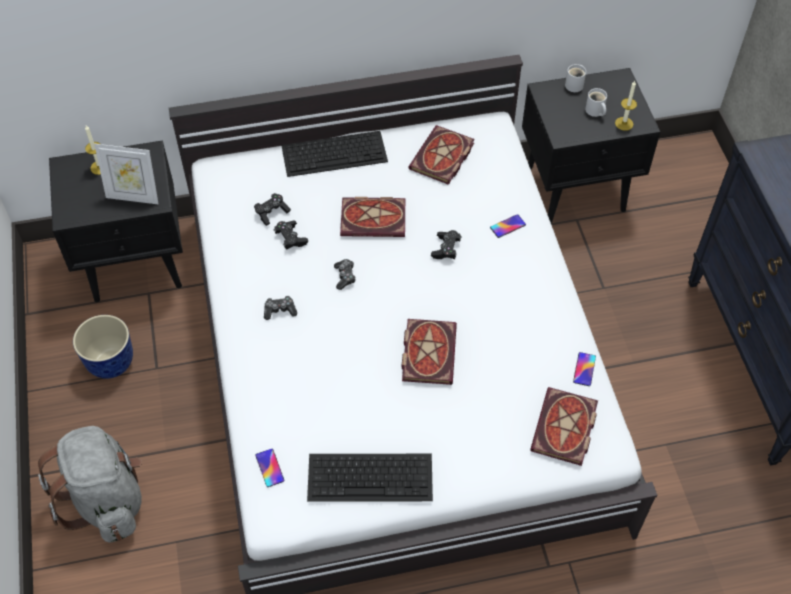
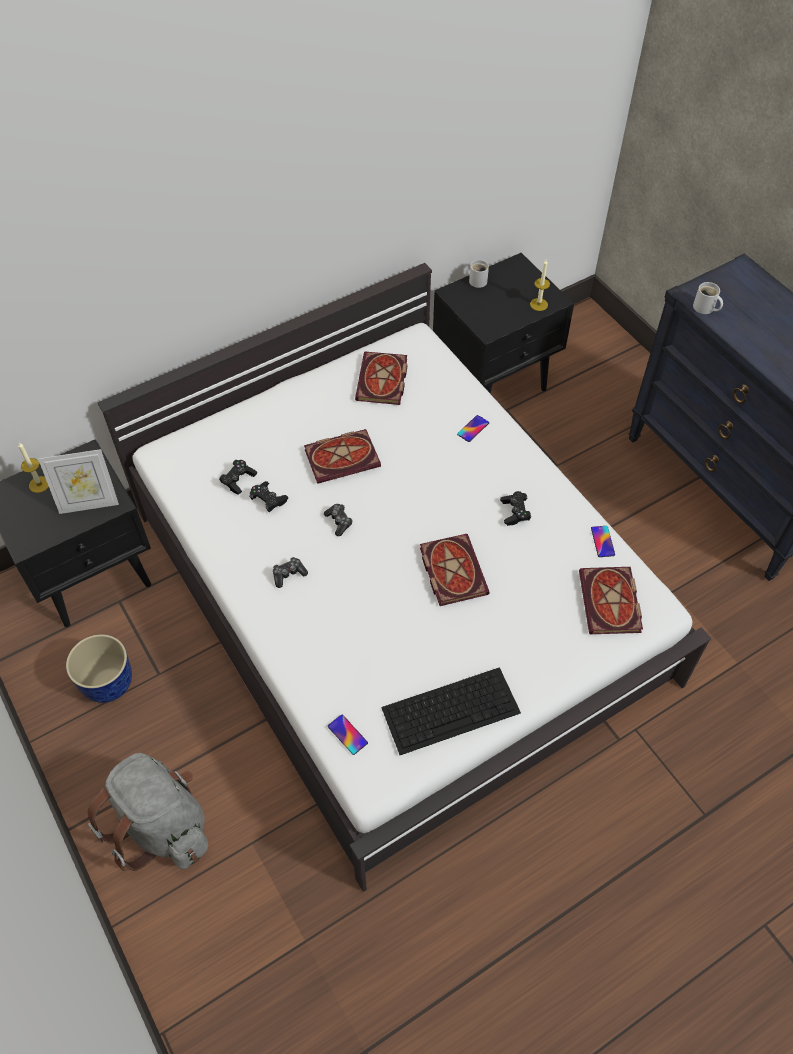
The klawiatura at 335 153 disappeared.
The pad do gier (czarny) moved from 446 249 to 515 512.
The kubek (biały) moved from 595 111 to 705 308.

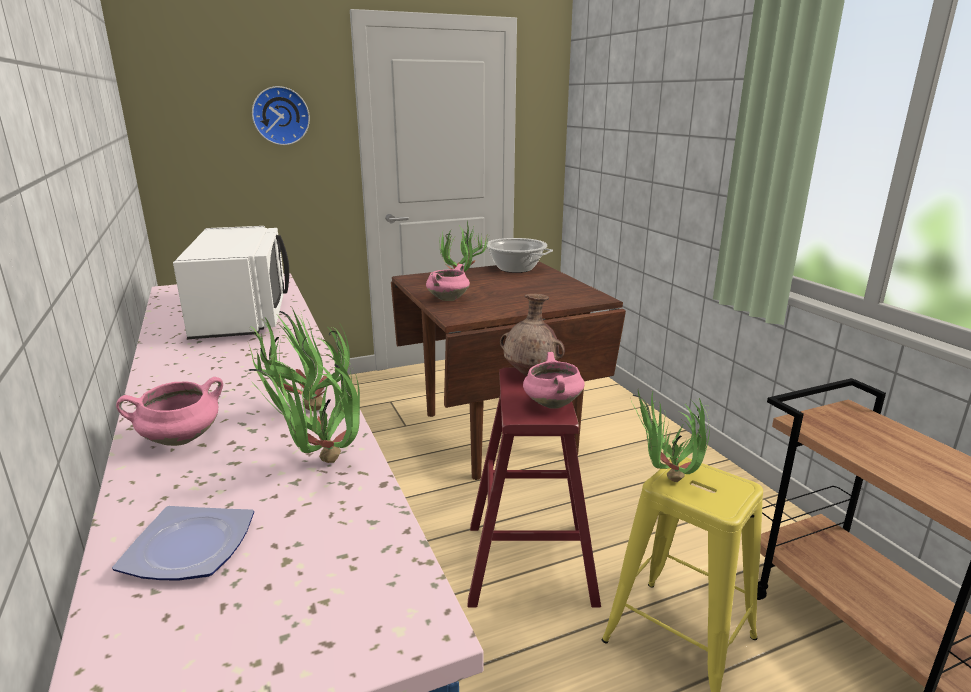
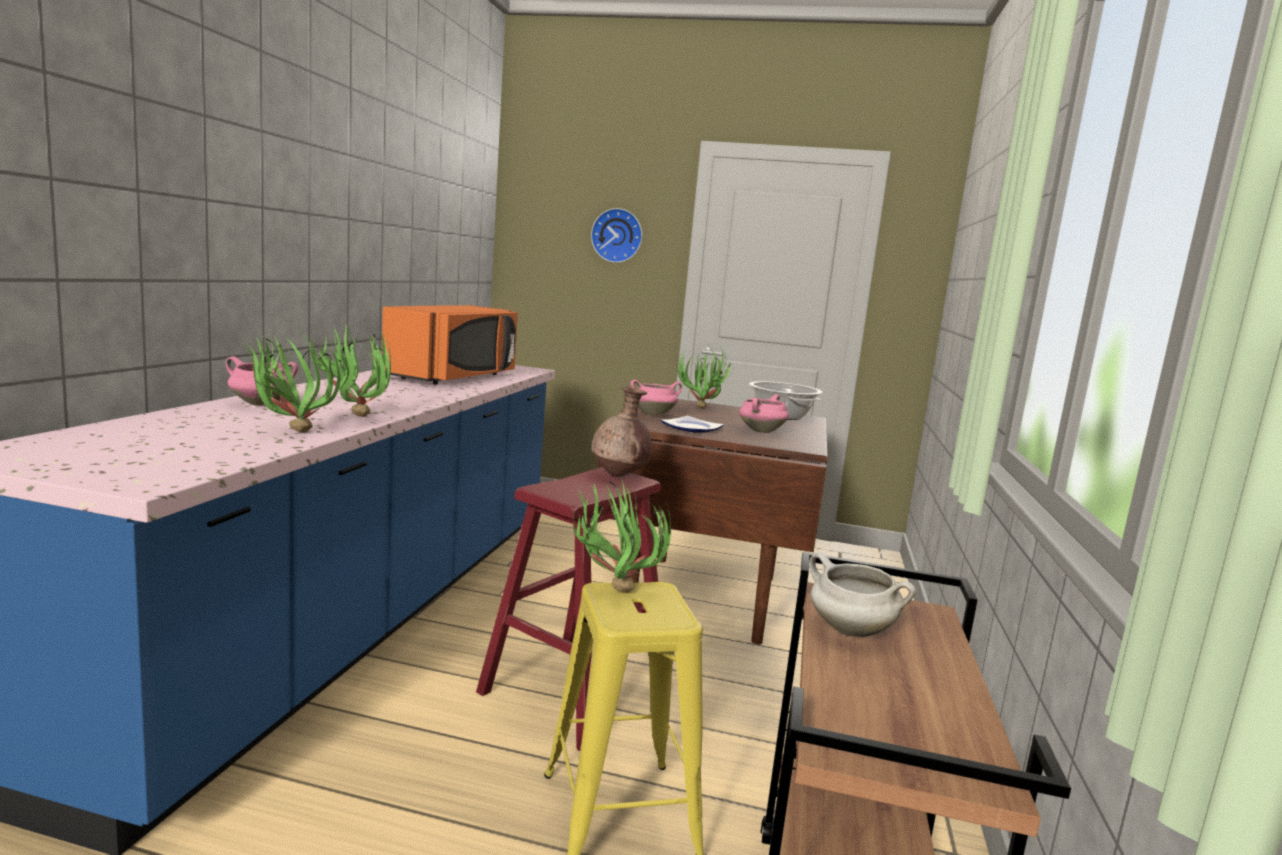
The garnek (biały) at 849 631 appeared.
The talerz moved from 189 546 to 691 428.
The garnek (różowy) moved from 551 404 to 761 431.
The mikrofalówka (biały) at 243 315 became the mikrofalówka (pomarańczowy) at 455 377.

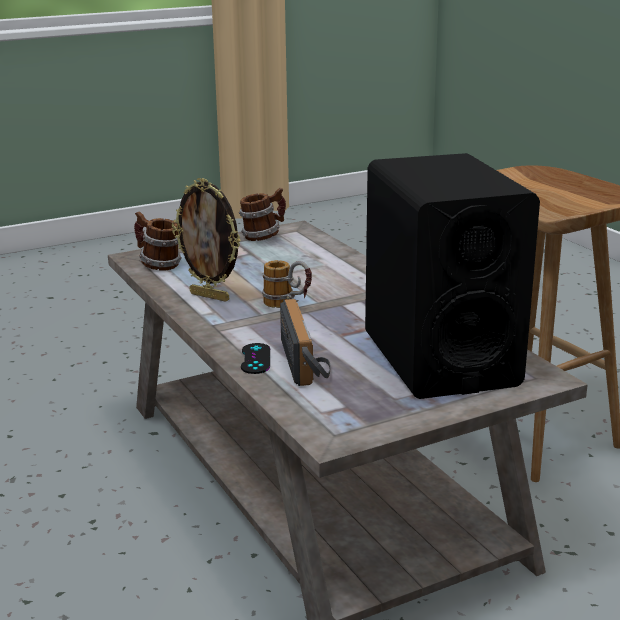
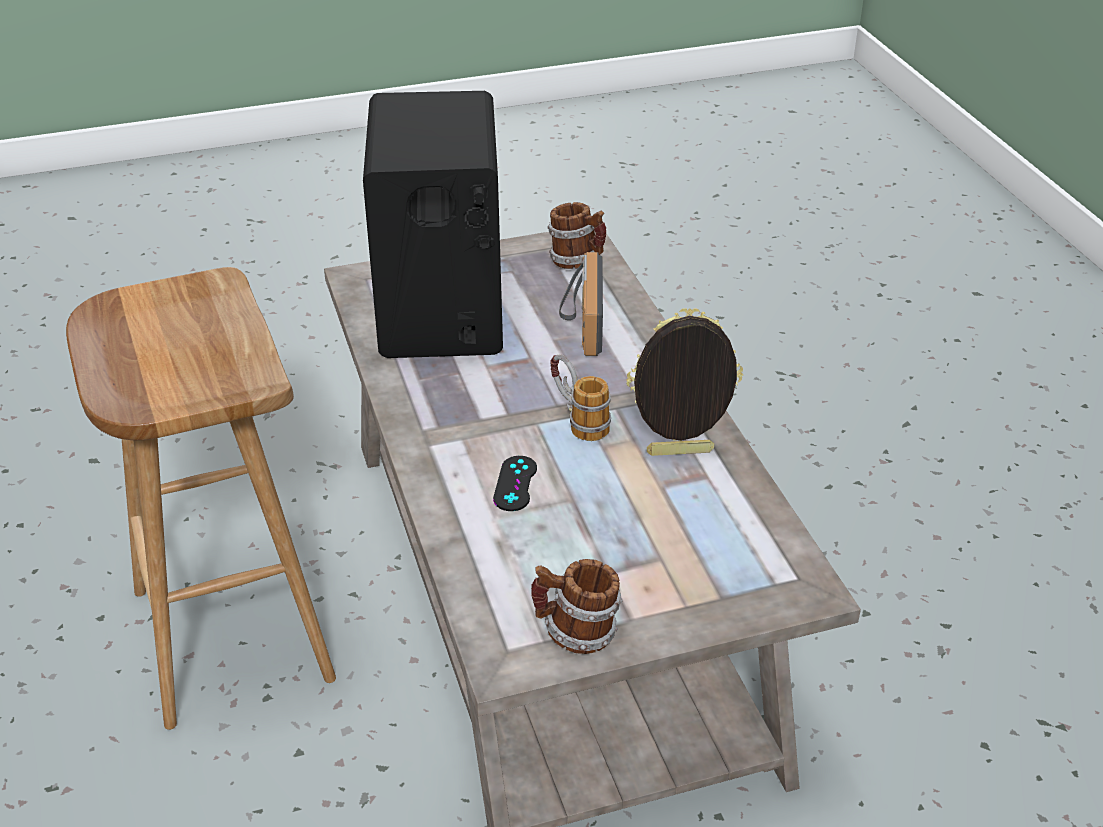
The kubek moved from 158 265 to 578 262.
The pad do gier (czarny) moved from 255 359 to 515 484.
The ramka na zdjęcie at 210 296 turned 45 degrees counterclockwise.

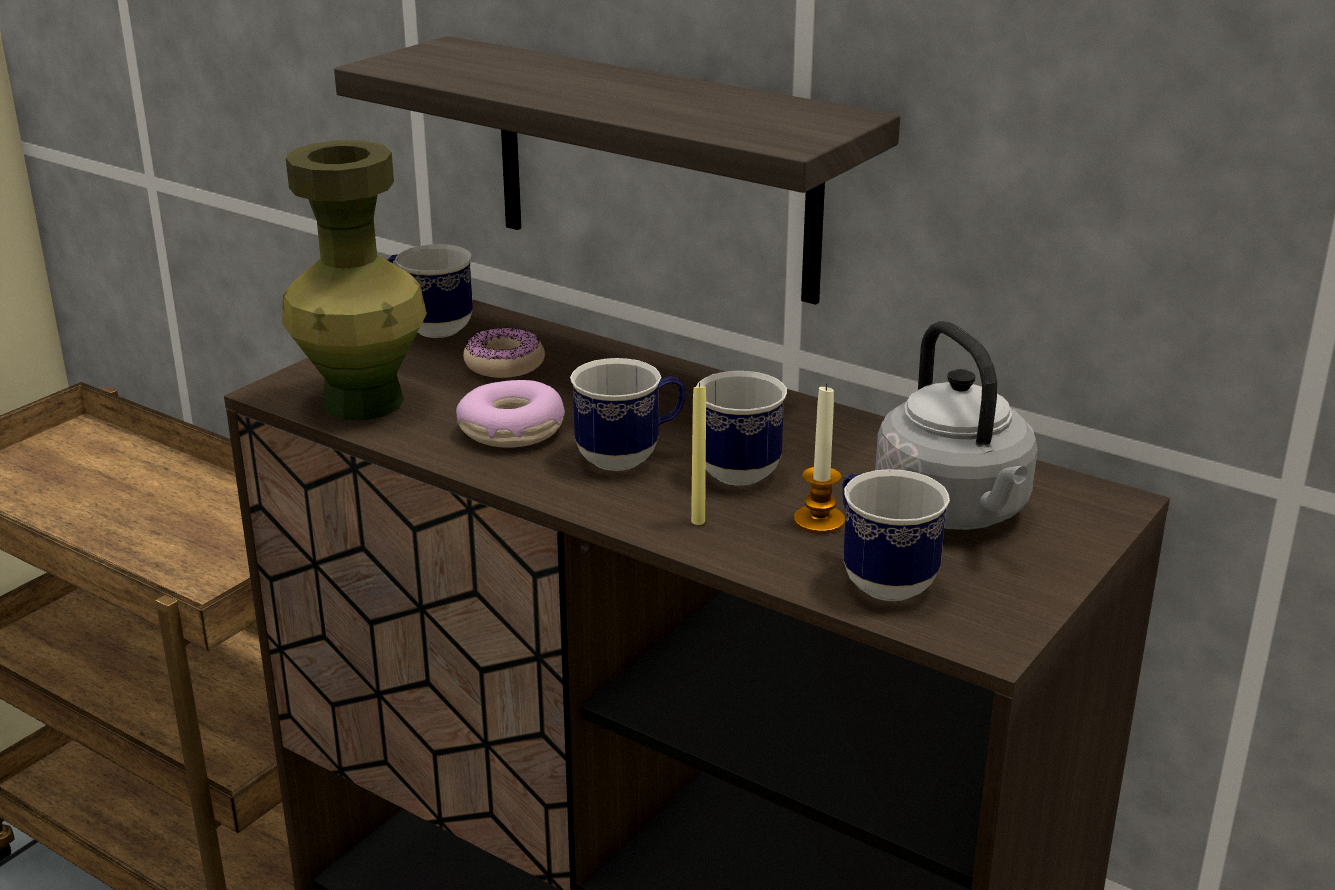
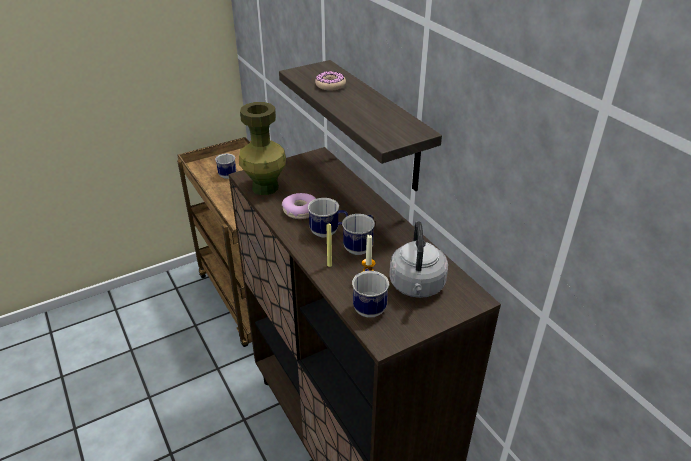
The kubek moved from 429 327 to 226 174.
The donut moved from 504 364 to 330 85.

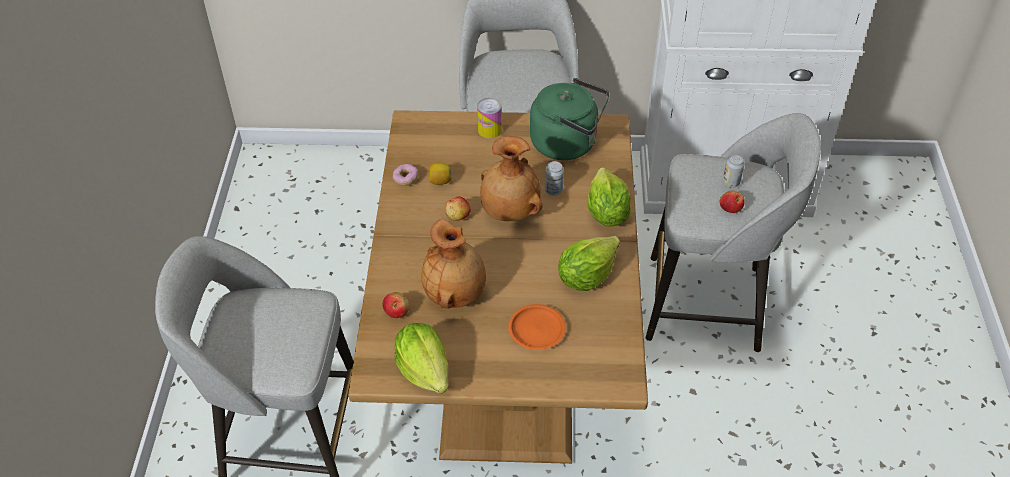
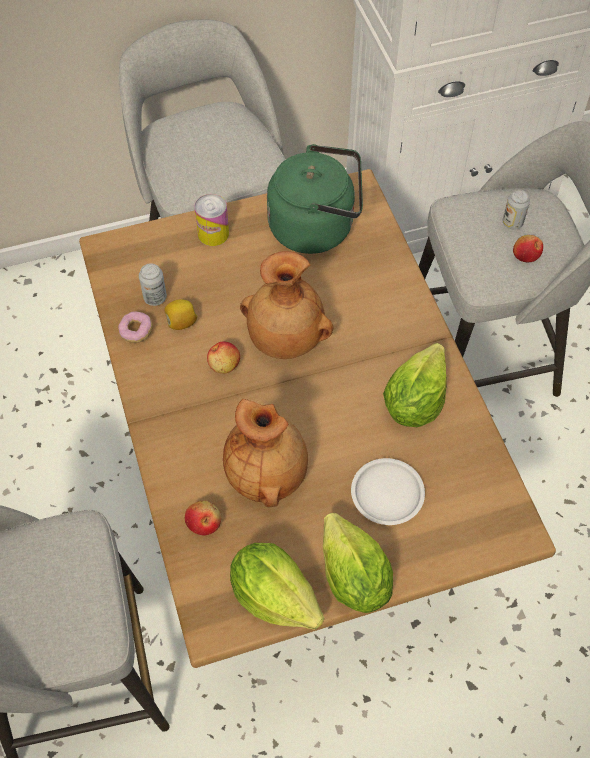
The puszka moved from 553 190 to 155 298.
The sałata moved from 606 213 to 353 578.
The talerz (pomarańczowy) at 536 329 became the talerz (biały) at 387 493.

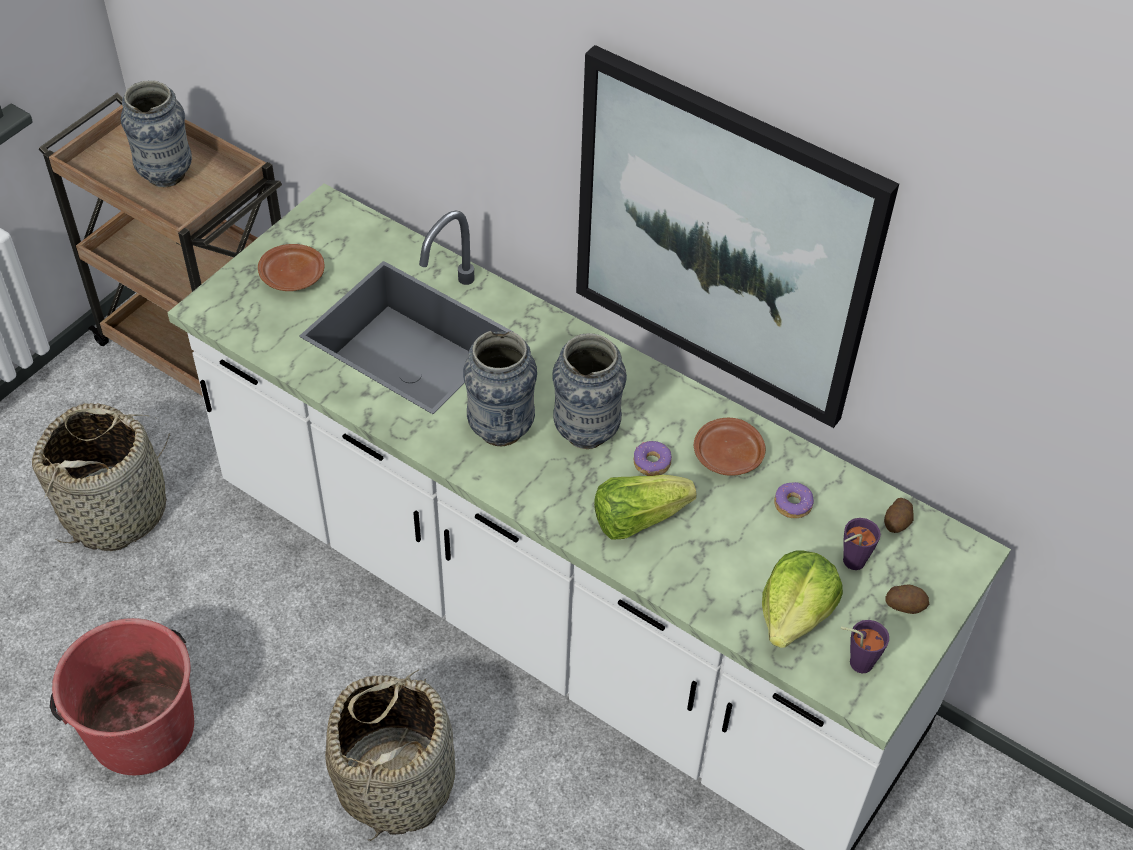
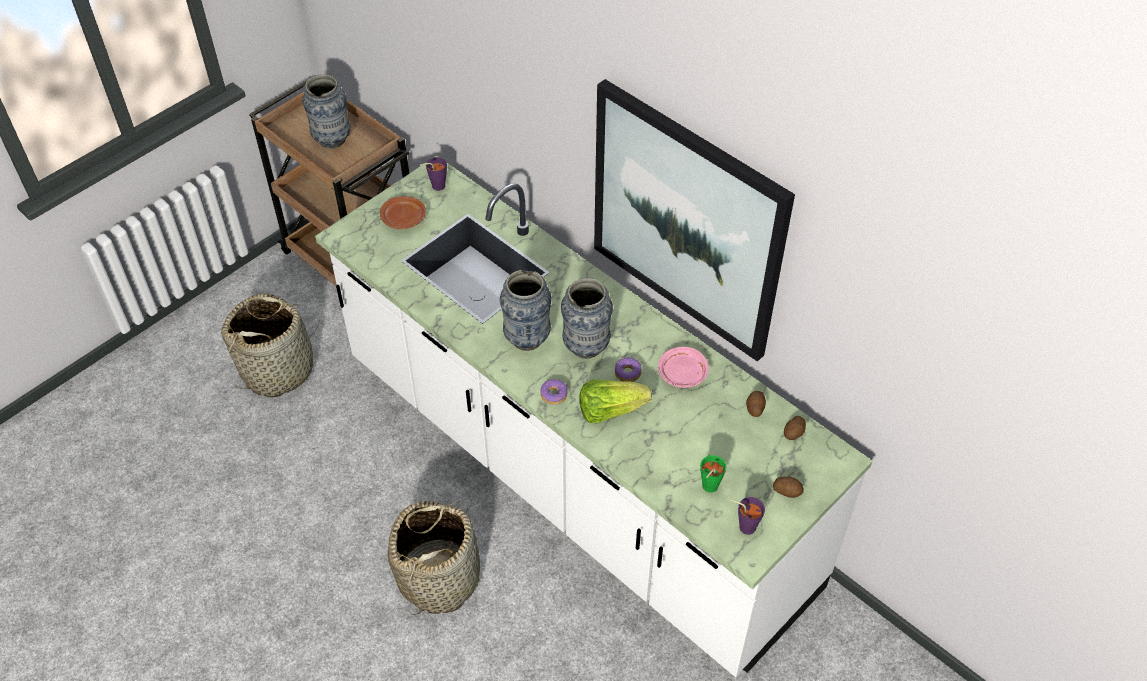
The wiadro (czerwony) at 141 728 disappeared.
The ziemniak at 754 408 appeared.
The donut moved from 793 504 to 554 395.
The filiżanka (fioletowy) moved from 849 563 to 435 186.
The sałata at 795 614 was replaced by the filiżanka (zielony) at 708 488.
The talerz (brązowy) at 728 456 became the talerz (różowy) at 682 374.

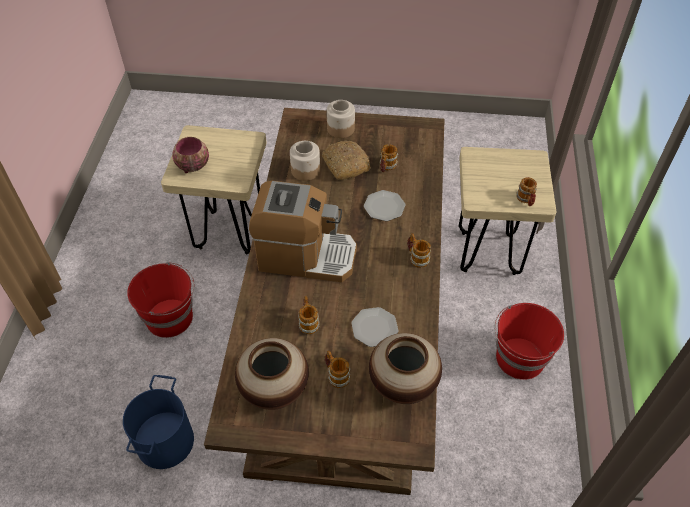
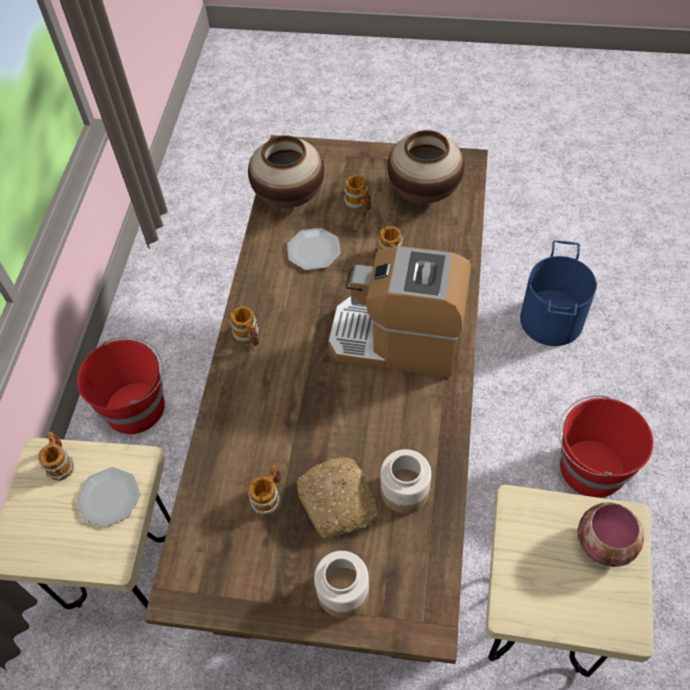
The talerz moved from 384 206 to 109 498.

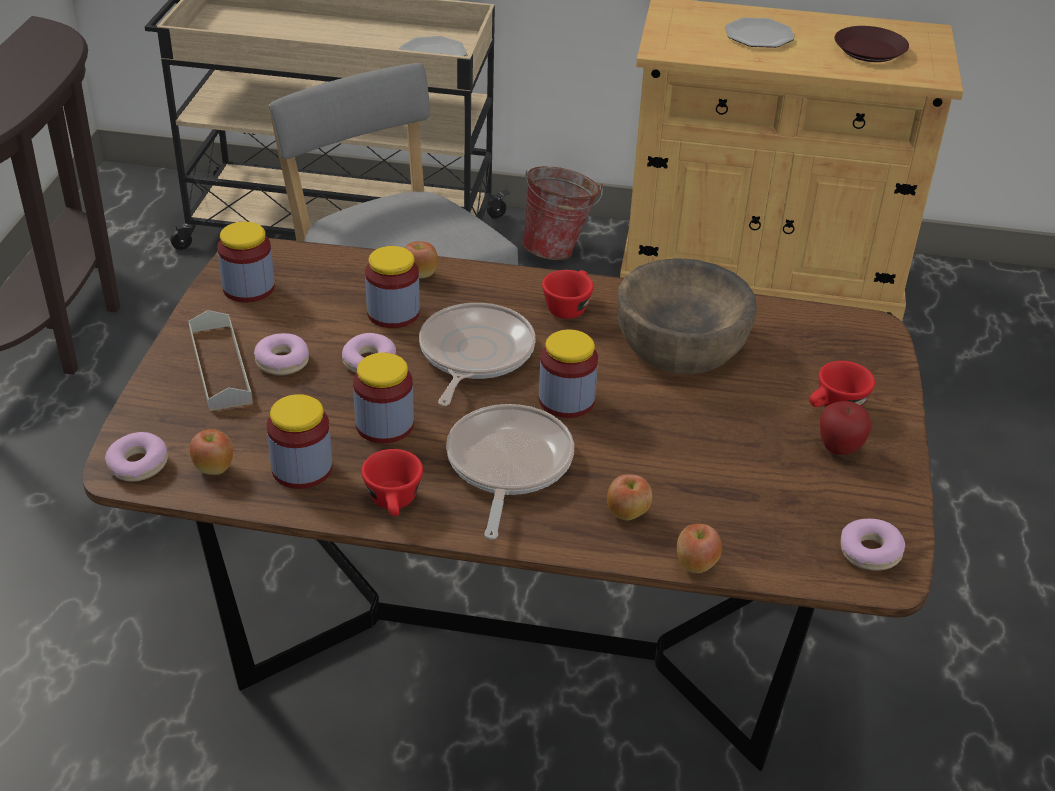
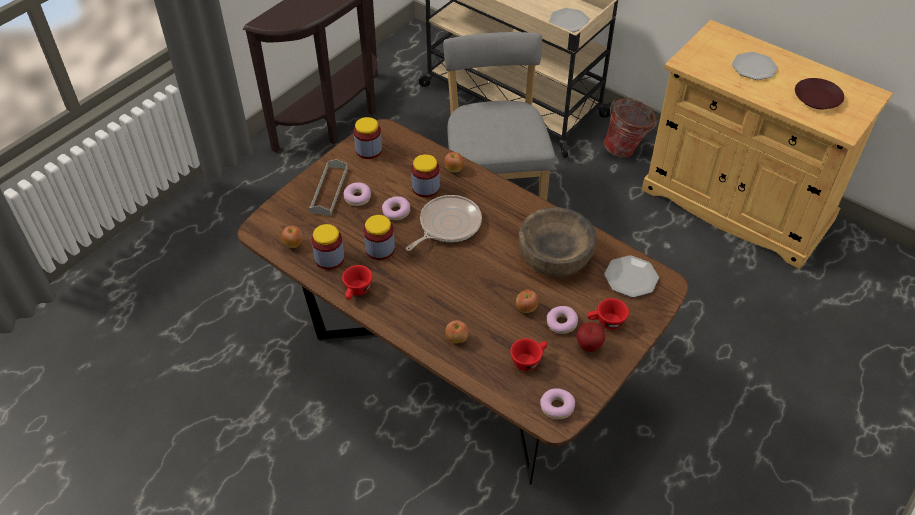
The patelnia at 507 465 disappeared.
The słoik at 566 400 disappeared.
The talerz at 631 278 appeared.
The donut moved from 138 465 to 561 323.
The filiżanka (czerwony) moved from 568 306 to 529 360.
The jabłko moved from 695 564 to 526 308.

